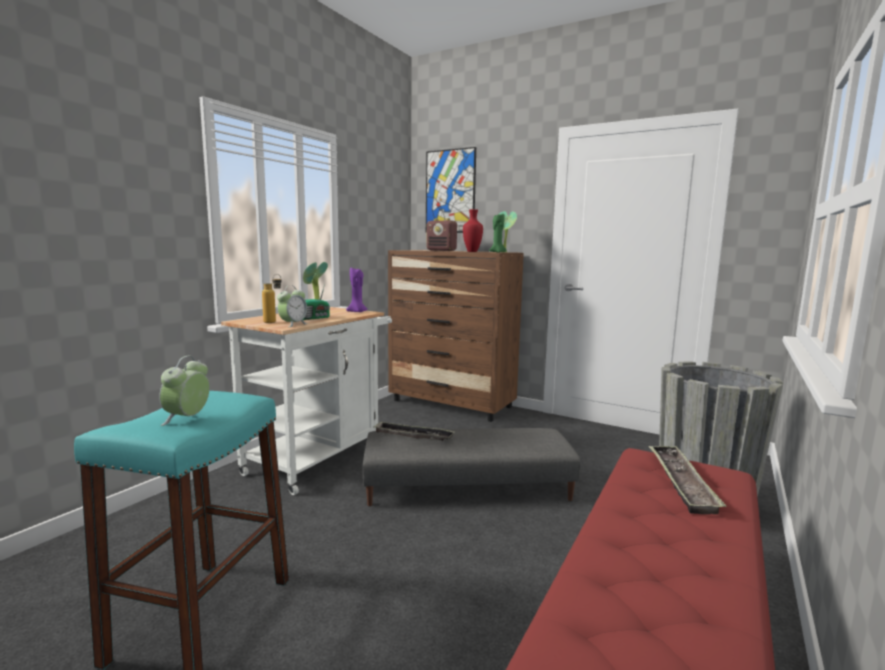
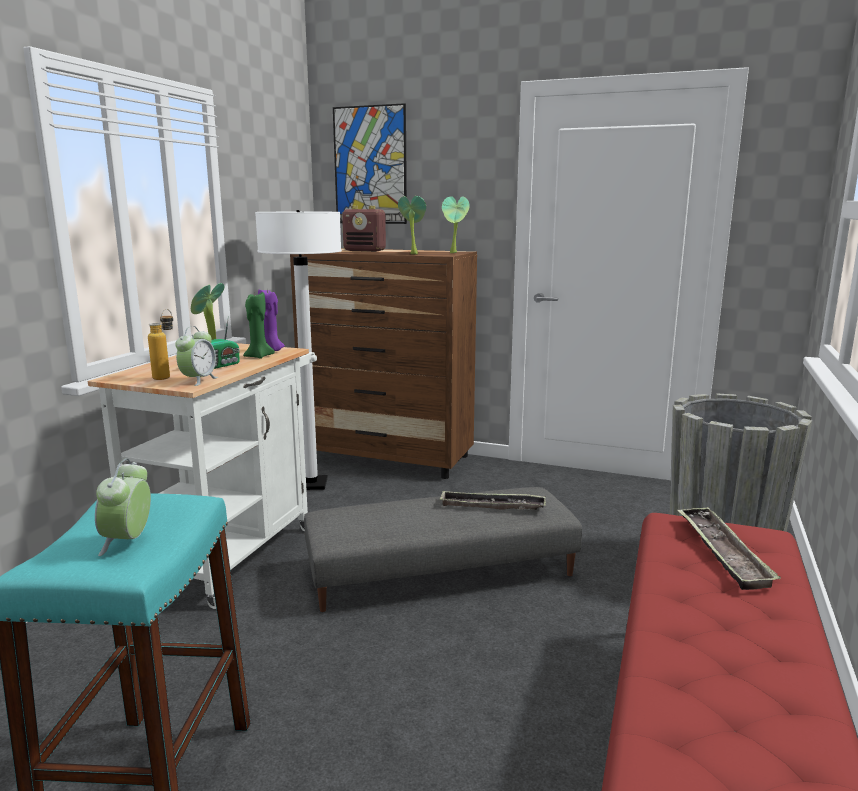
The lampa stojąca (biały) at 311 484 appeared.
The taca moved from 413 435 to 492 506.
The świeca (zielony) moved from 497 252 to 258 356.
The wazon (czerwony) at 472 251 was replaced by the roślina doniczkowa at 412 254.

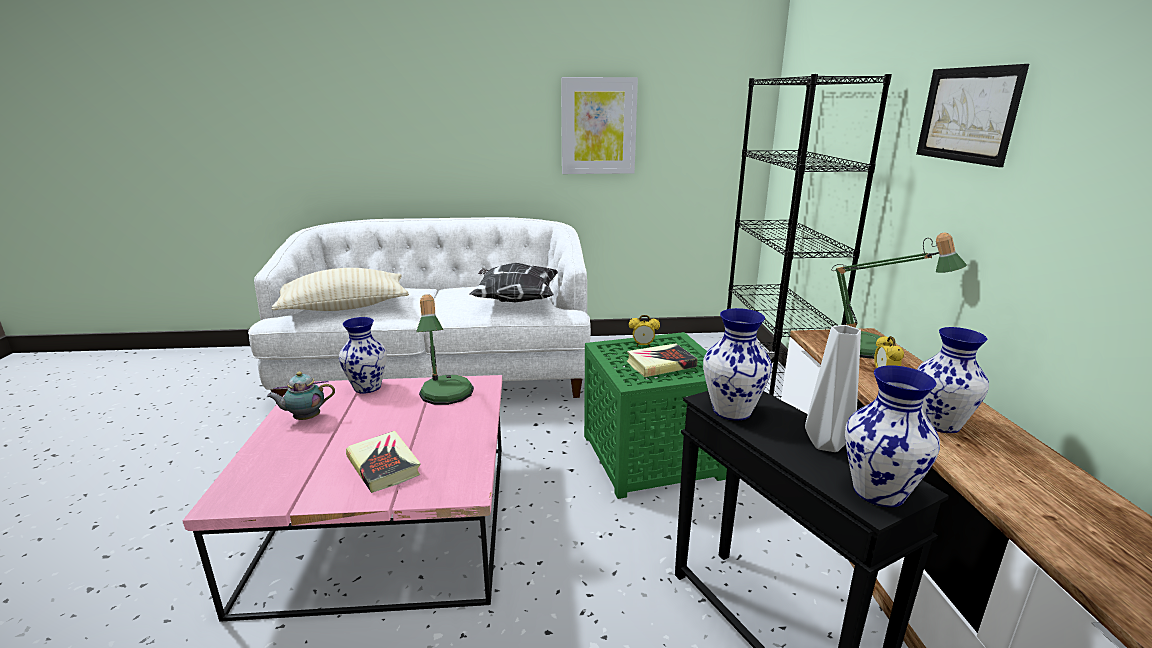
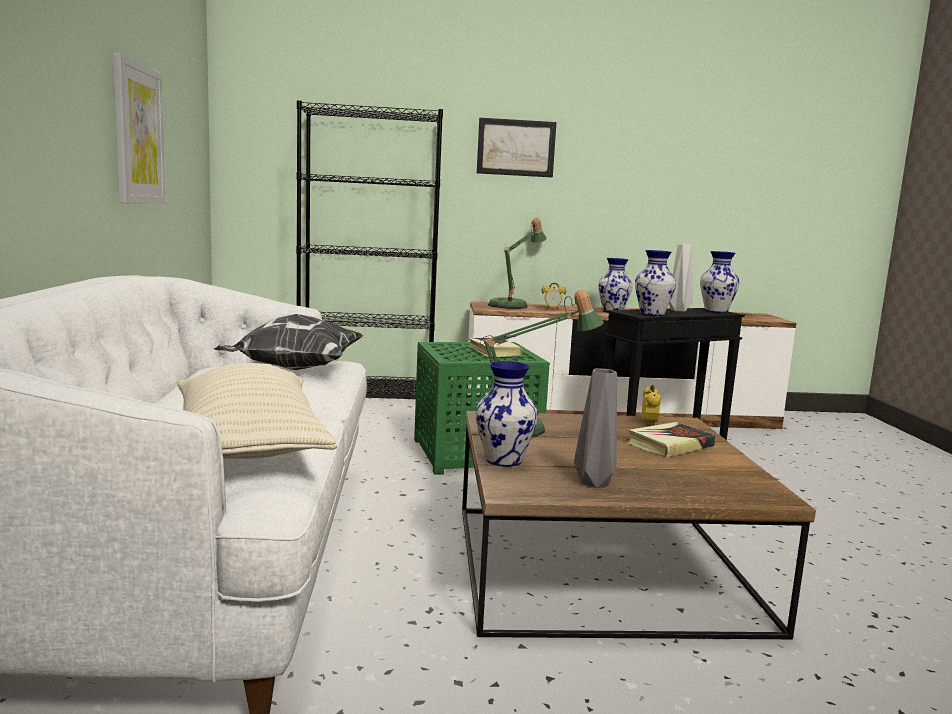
The budzik moved from 643 345 to 649 424.
The imbryk at 305 418 was replaced by the wazon (szary) at 596 483.
The ława (różowy) at 390 518 became the ława (brązowy) at 598 564.

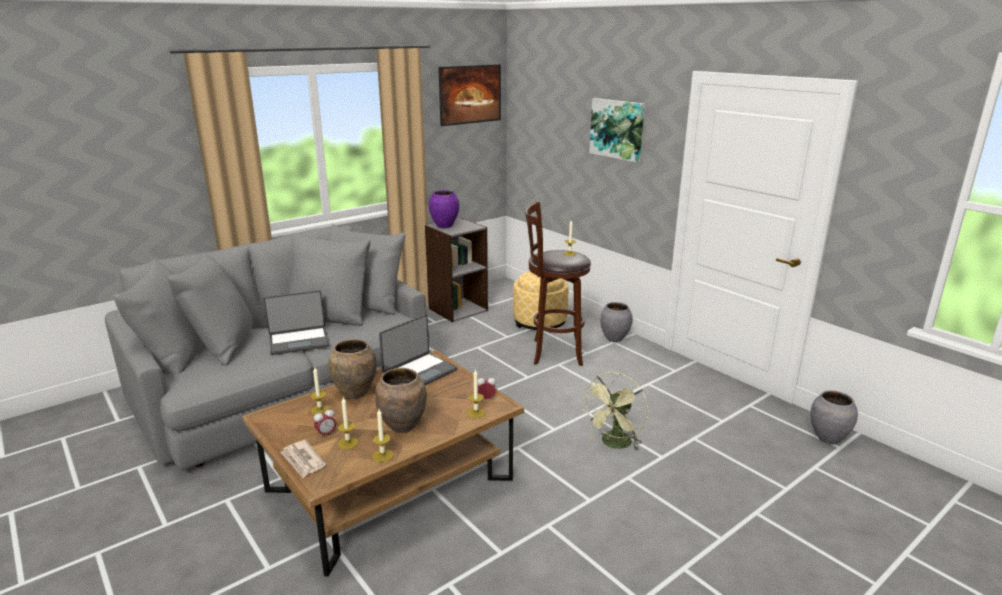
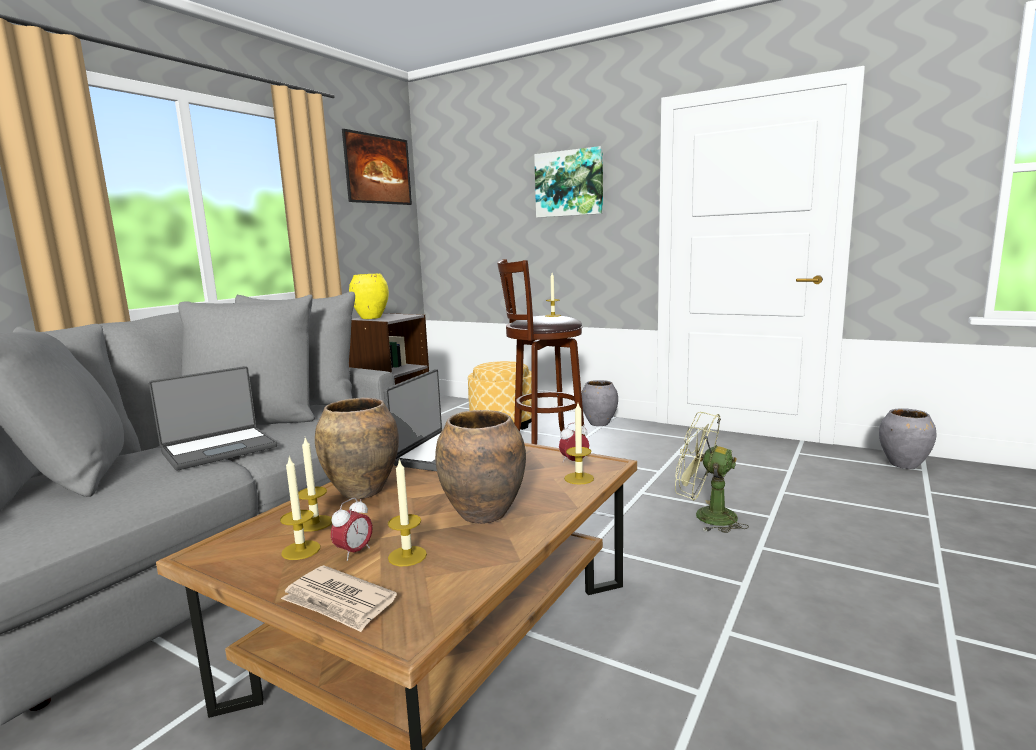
The świeca moved from 382 455 to 301 550.
The wazon (fioletowy) at 444 226 became the wazon (żółty) at 370 318.
The wentylator (zielony) at 614 444 turned 105 degrees clockwise.

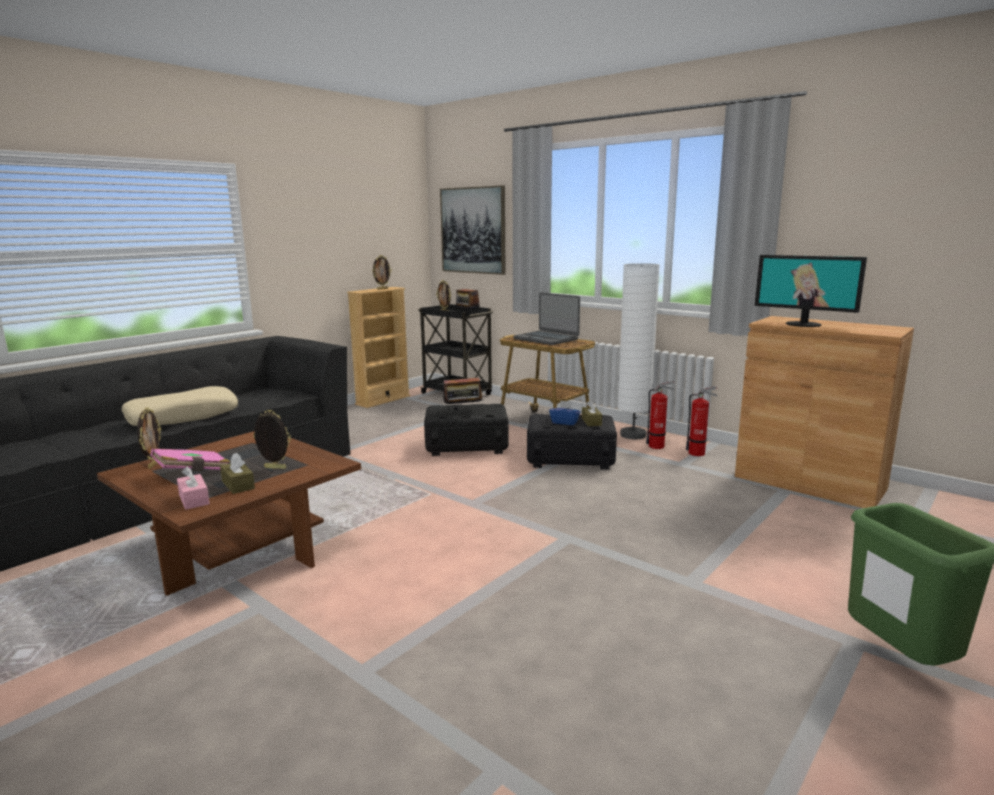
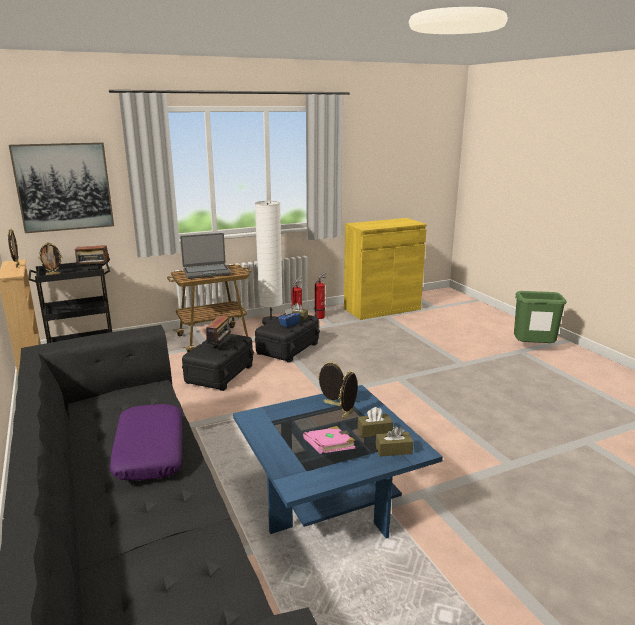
The monitor at 803 324 disappeared.
The ramka na zdjęcie moved from 153 465 to 331 404.
The ława (brązowy) at 241 549 became the ława (niebieski) at 330 497.
The poduszka (beżowy) at 183 417 became the poduszka (fioletowy) at 149 451.
The pudełko chusteczek (różowy) at 194 499 became the pudełko chusteczek (brązowy) at 393 450.
The szafka (brązowy) at 809 482 became the szafka (żółty) at 382 309.

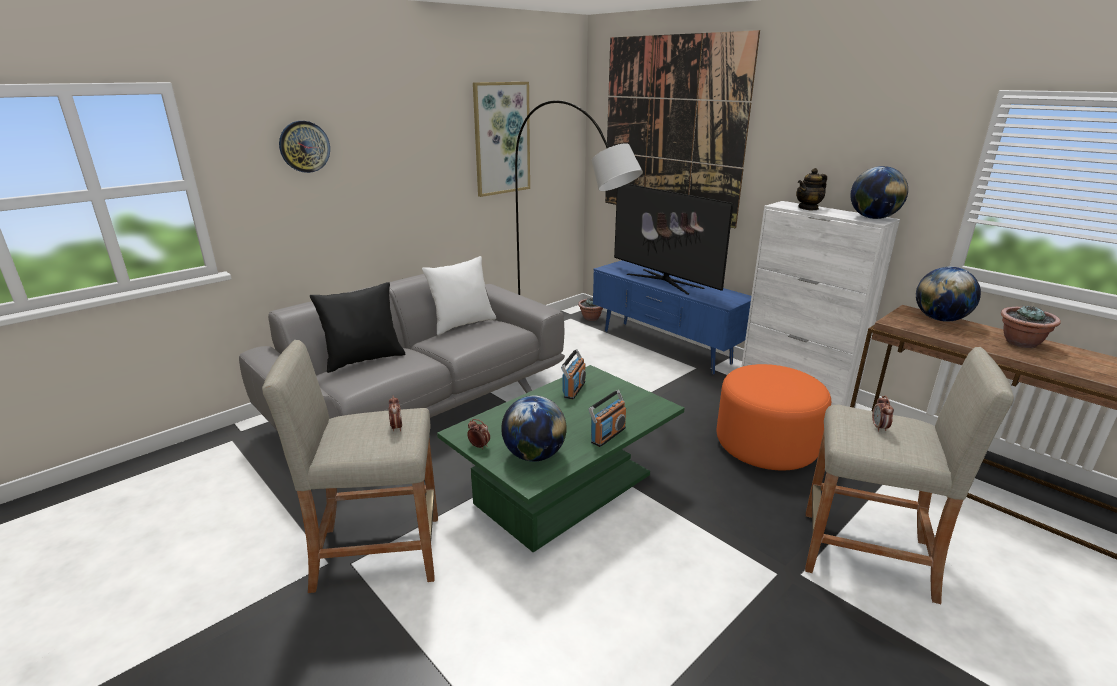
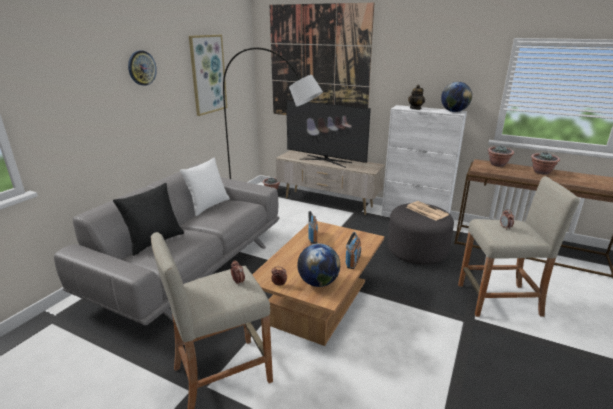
The gazeta at 426 211 appeared.
The zegar ścienny moved from 304 146 to 141 68.
The globus at 940 319 was replaced by the roślina doniczkowa at 498 164.
The ława (zielony) at 564 488 became the ława (brązowy) at 320 302.
The szafka pod telewizor (niebieski) at 664 347 became the szafka pod telewizor (beżowy) at 327 203.
The pufa (pomarańczowy) at 766 444 became the pufa (szary) at 417 250.

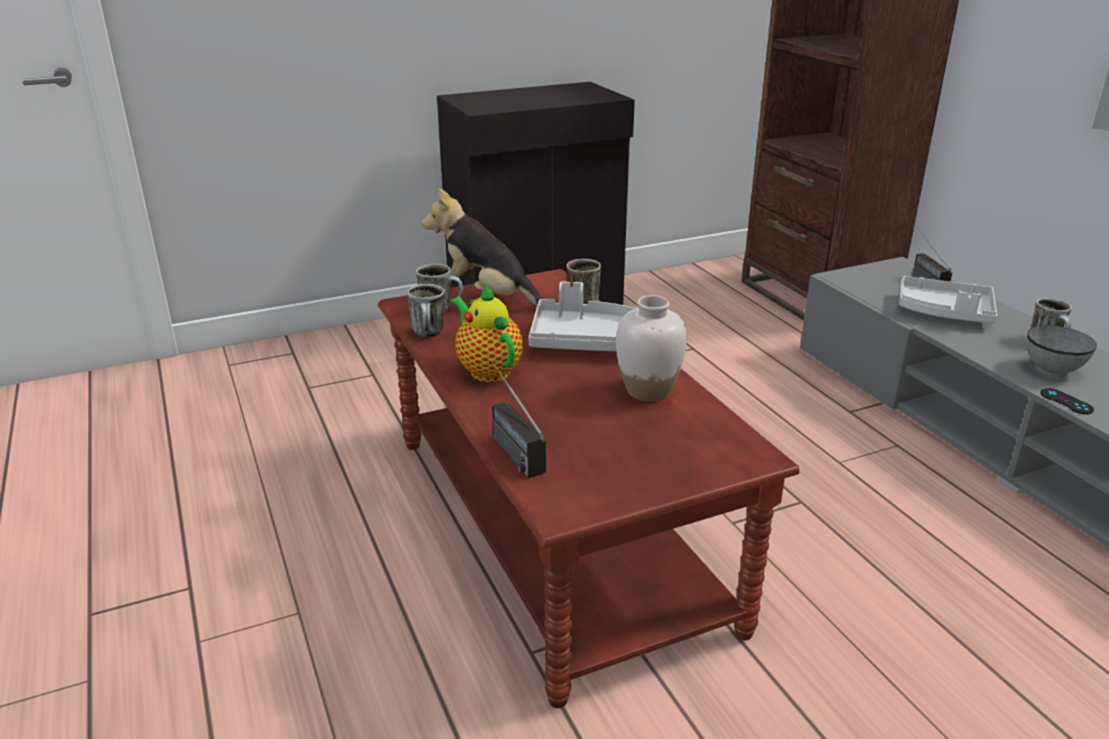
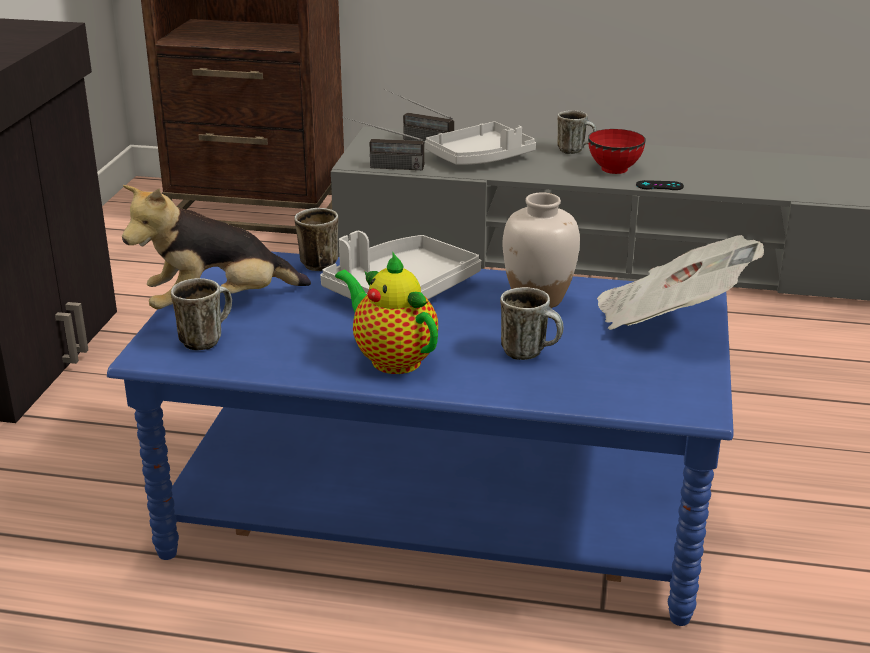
The gazeta at 669 319 appeared.
The kubek moved from 430 334 to 530 353.
The radio moved from 507 445 to 382 166.
The ława (brązowy) at 555 528 became the ława (niebieski) at 436 518.
The miska (szary) at 1053 370 became the miska (czerwony) at 614 169.
The imbryk at 487 370 turned 45 degrees clockwise.

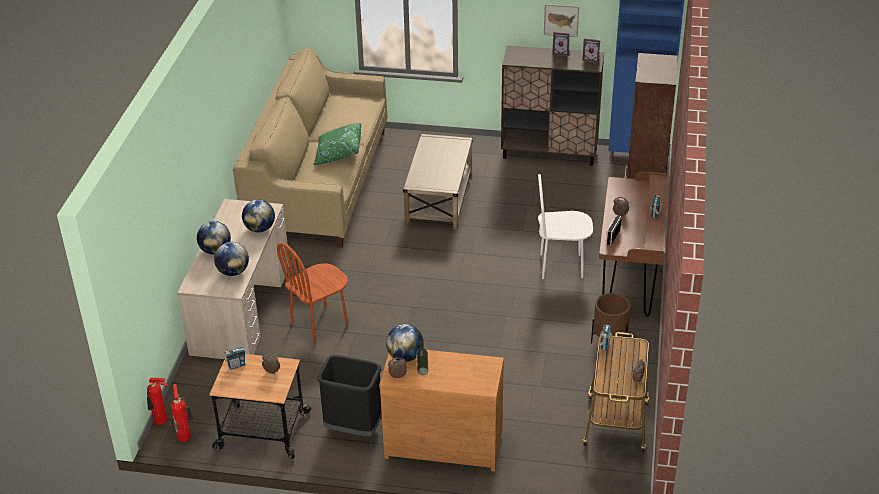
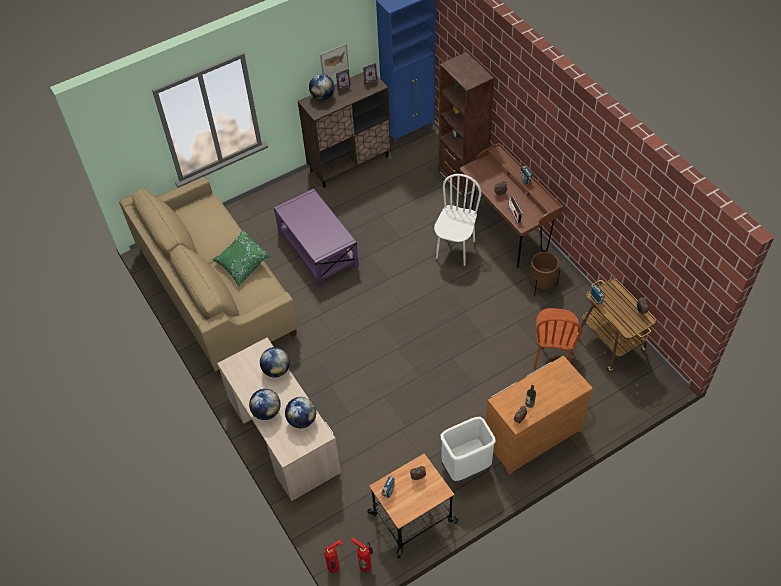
The krzesło (brązowy) moved from 319 324 to 552 355.
The globus moved from 405 357 to 322 97.
The kosz na śmieci (czarny) at 353 428 became the kosz na śmieci (biały) at 466 468.
The ława (beżowy) at 439 199 became the ława (fioletowy) at 318 249.
The krzesło (biały) at 561 266 turned 150 degrees clockwise.

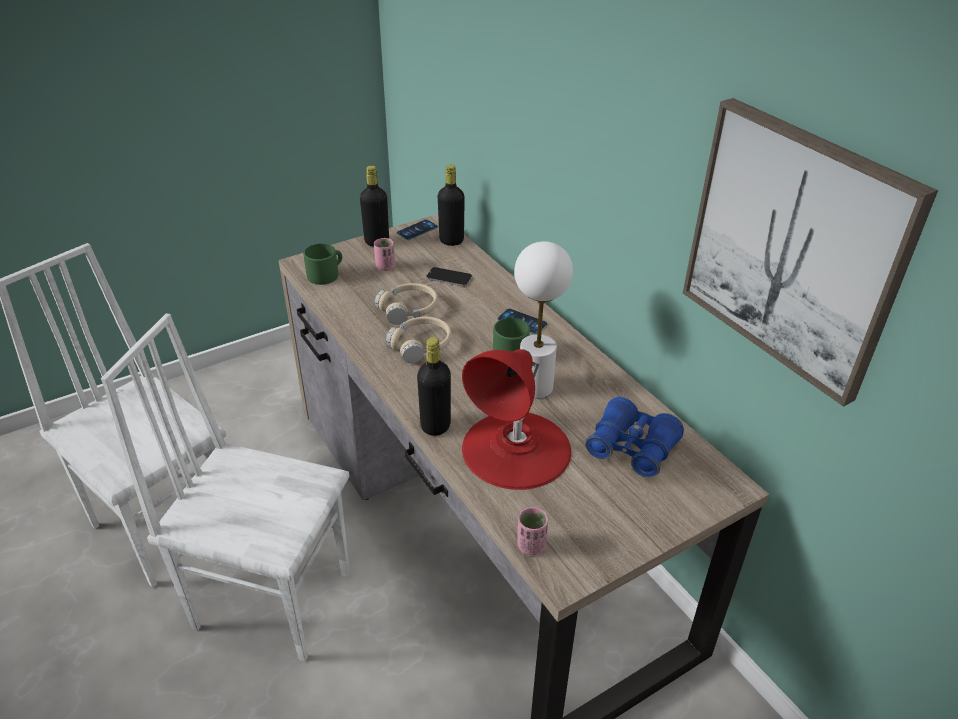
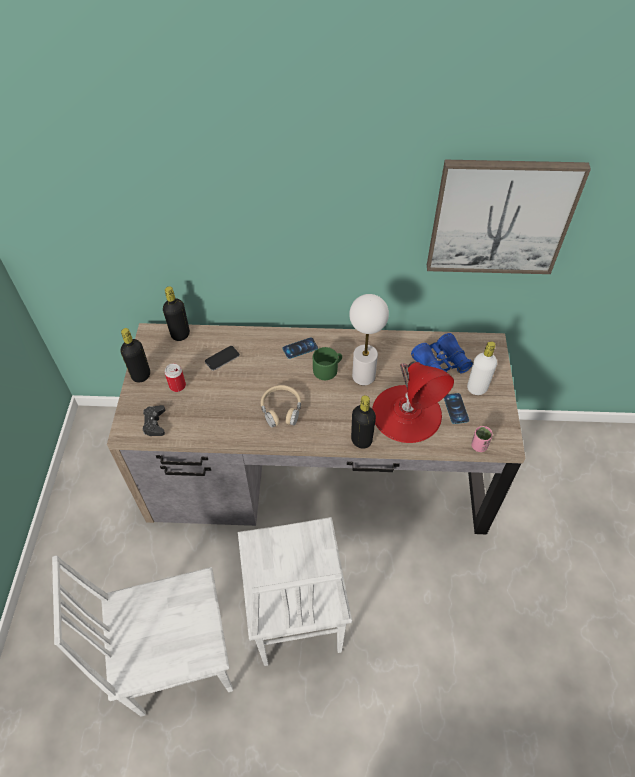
The słuchawki (beżowy) at 408 309 disappeared.
The butelka (biały) at 477 388 appeared.
The telefon moved from 417 230 to 456 408.
The kubek (zielony) at 326 274 was replaced by the pad do gier (czarny) at 154 423.
The filiżanka (różowy) at 385 267 was replaced by the puszka at 177 385.
The krzesło (biały) at 273 597 turned 60 degrees counterclockwise.

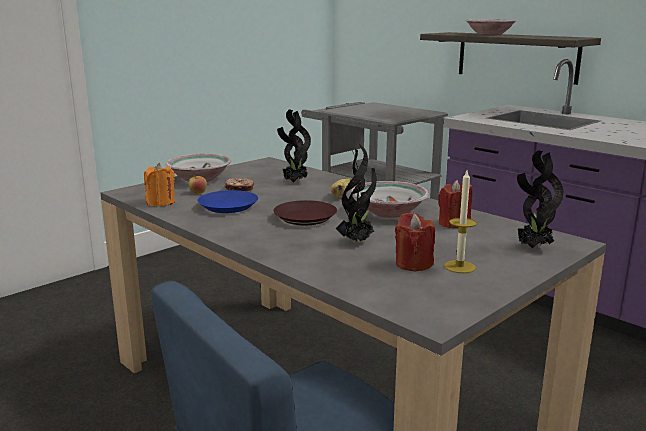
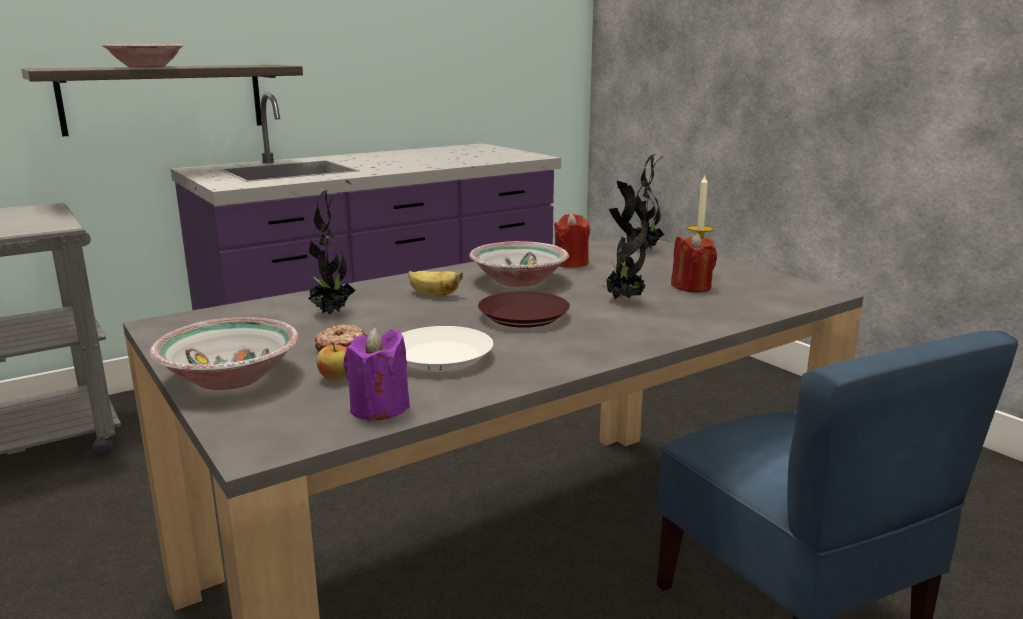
The świeca (pomarańczowy) at 161 202 became the świeca (fioletowy) at 379 408.
The talerz (niebieski) at 228 206 became the talerz (biały) at 441 357.

